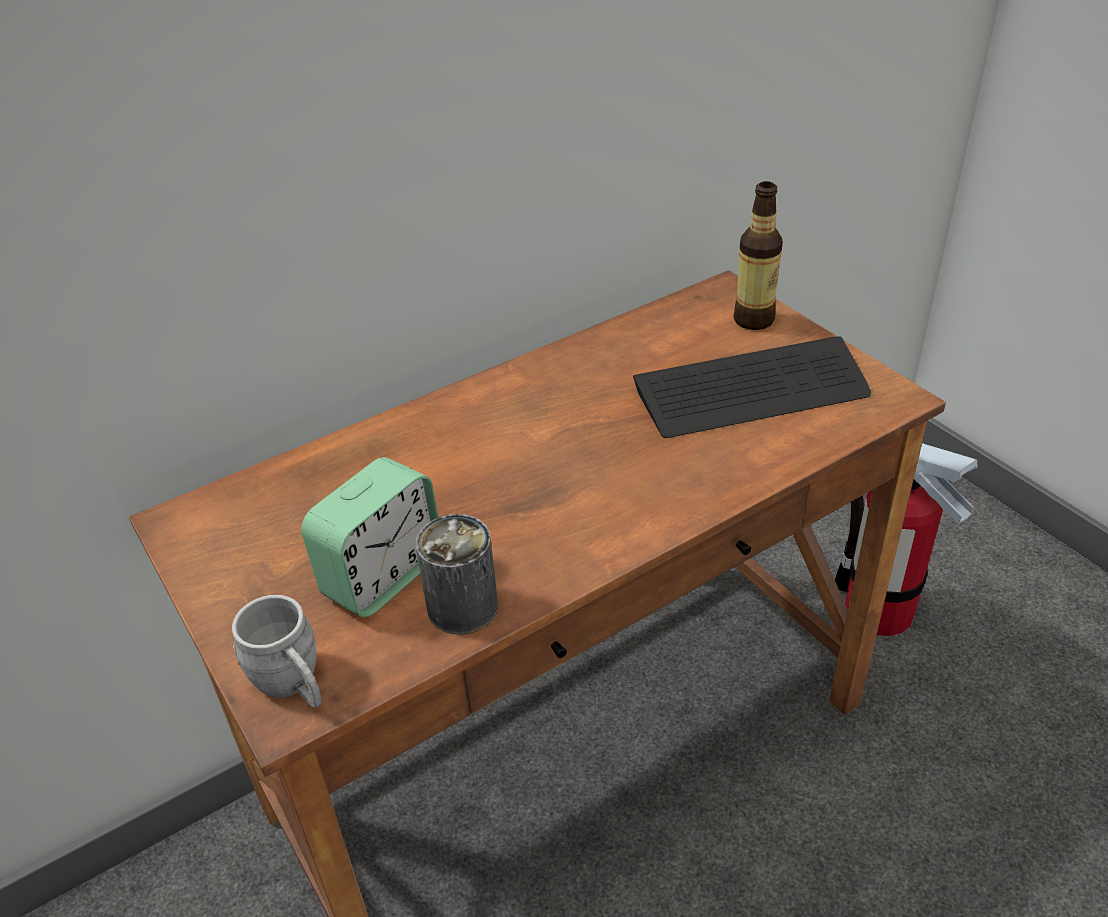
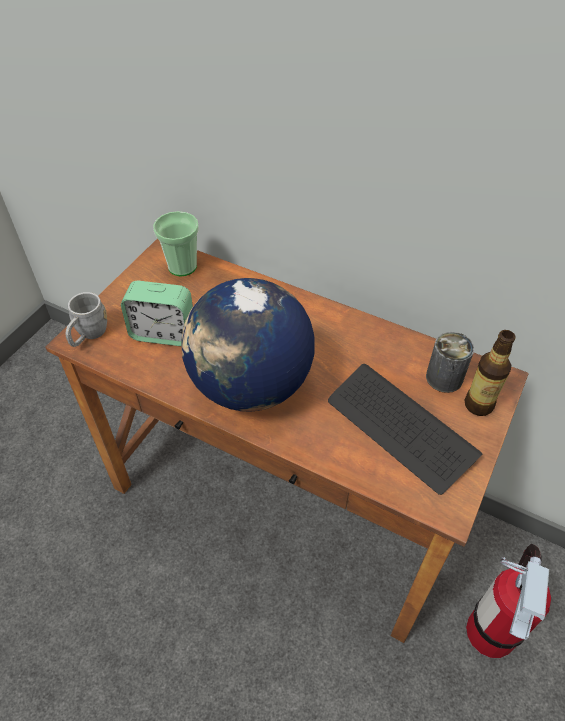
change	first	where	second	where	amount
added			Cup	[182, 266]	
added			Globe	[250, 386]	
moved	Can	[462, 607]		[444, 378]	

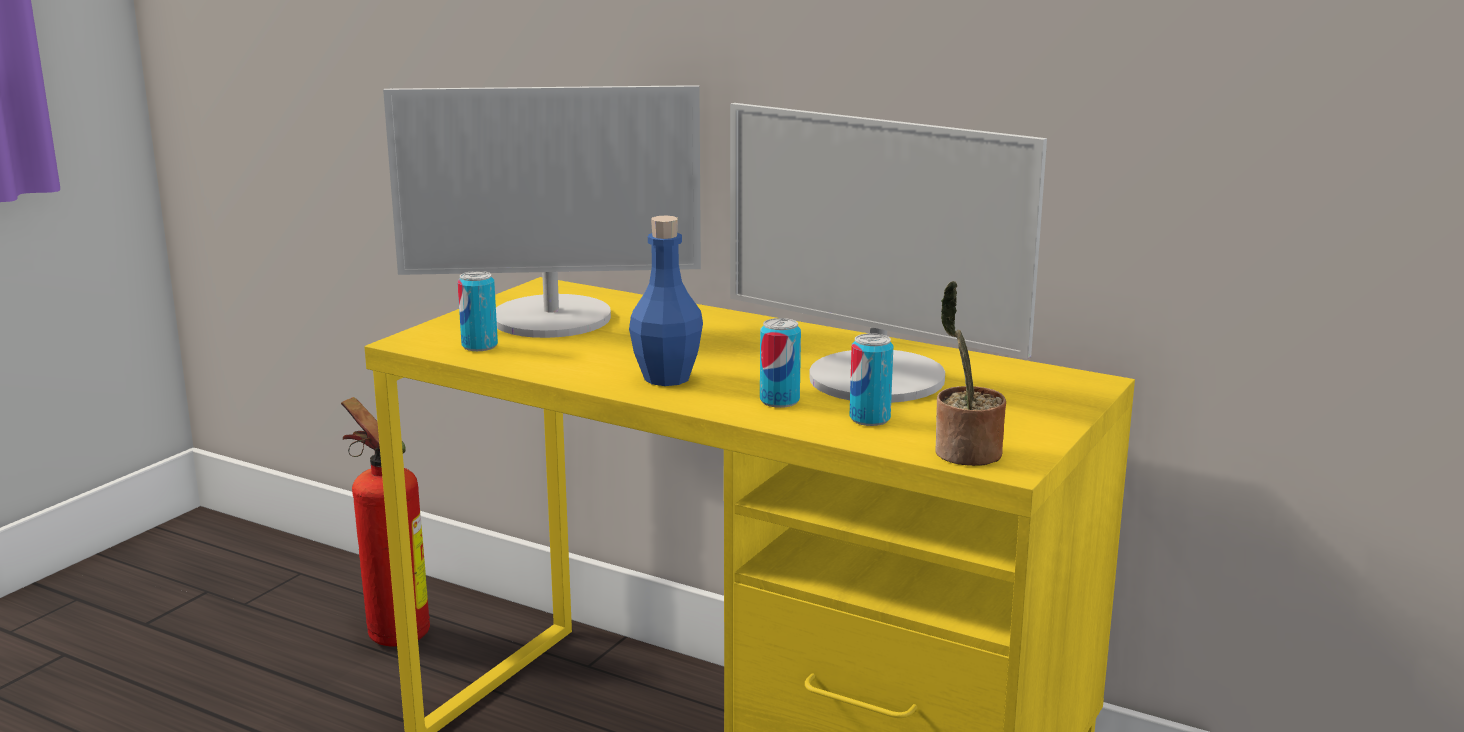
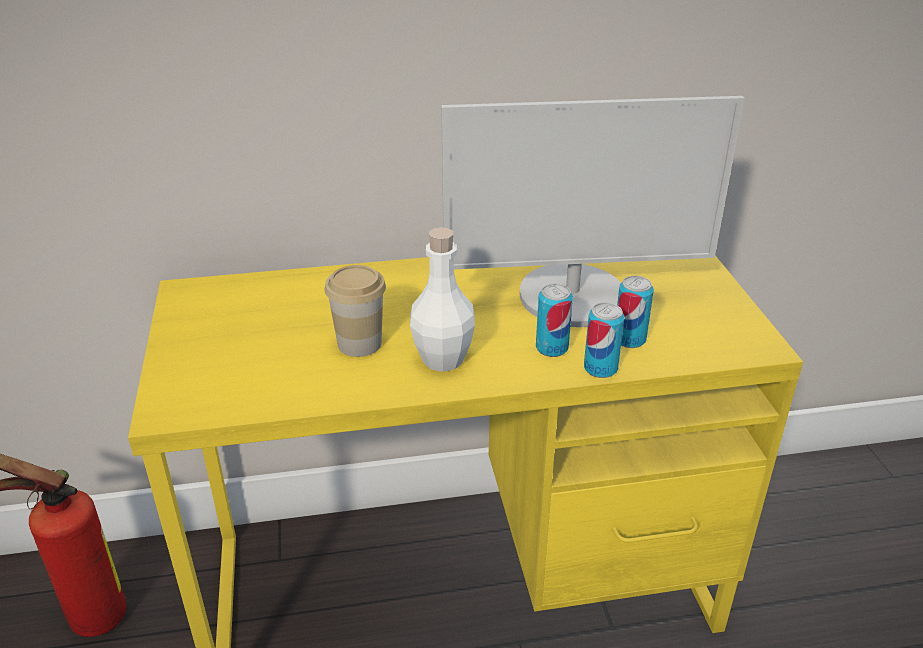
change	first	where	second	where	amount
removed	Monitor	[552, 319]			
removed	PottedPlant	[964, 454]			
added			Cup	[359, 343]	
moved	Can	[479, 346]		[600, 368]	
recoloured	BlueBottle	[667, 378]	WhiteBottle	[443, 359]	

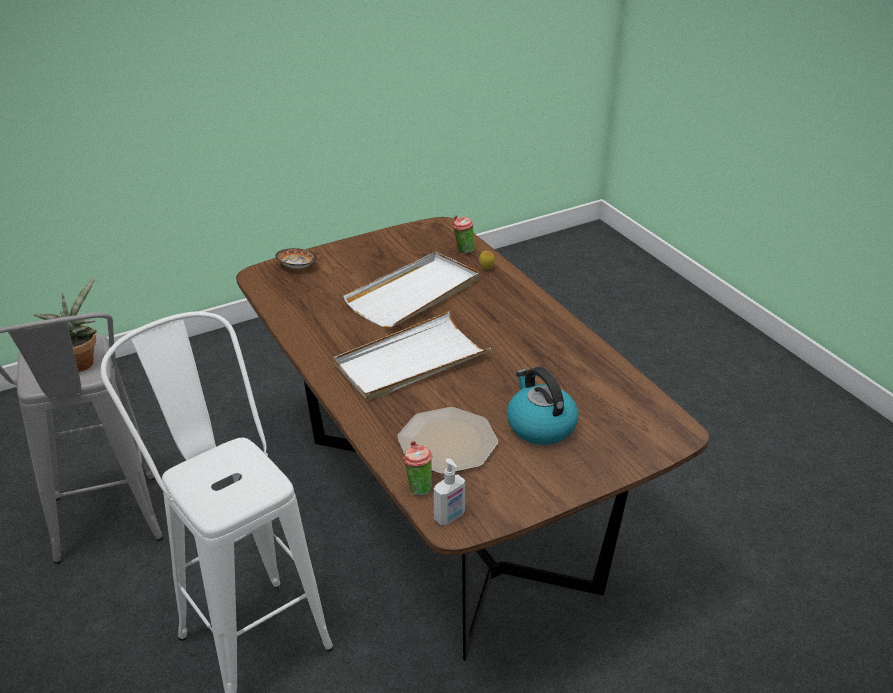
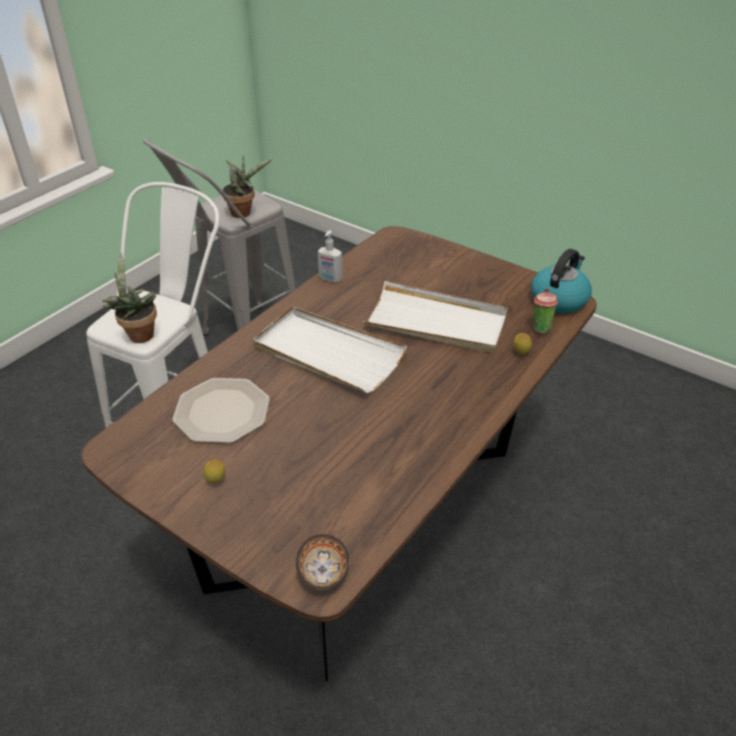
change	first	where	second	where	amount
removed	Cup	[418, 487]			
added			PottedPlant	[139, 334]	
added			Lemon	[216, 481]	
moved	Bowl	[297, 267]		[323, 571]	
moved	SoapDispenser	[450, 517]		[330, 279]	
moved	Kettle	[540, 425]		[559, 299]	

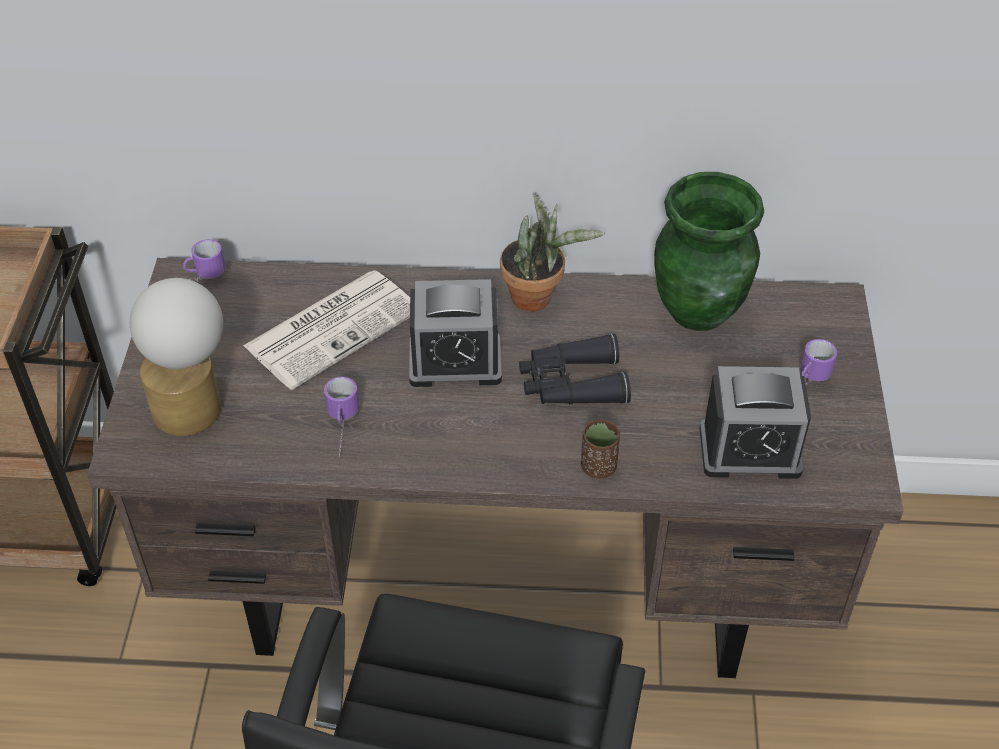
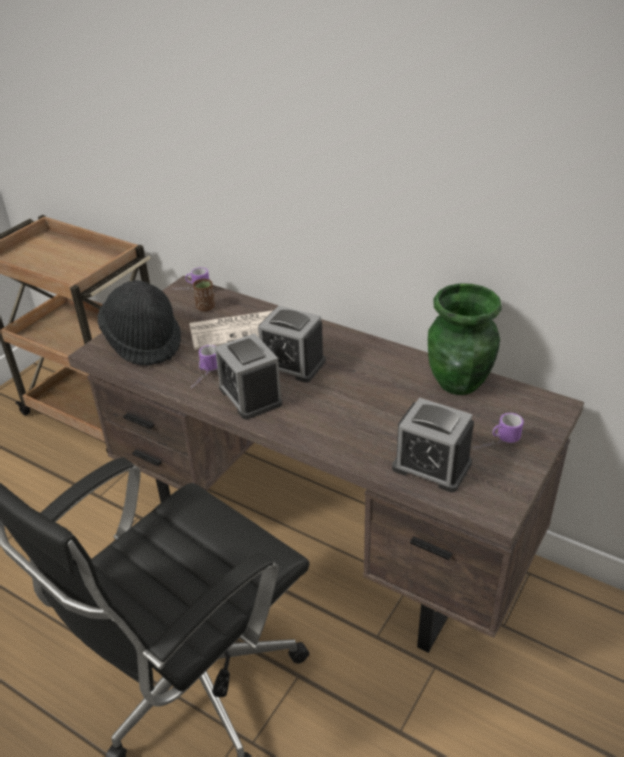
change	first	where	second	where	amount
removed	PottedPlant	[538, 298]			
removed	BlackBinoculars	[571, 383]			
added			AlarmClock	[250, 396]	
moved	BrownCup	[598, 466]		[205, 307]	
replaced	TableLamp	[194, 403]	BlackHat	[143, 341]	

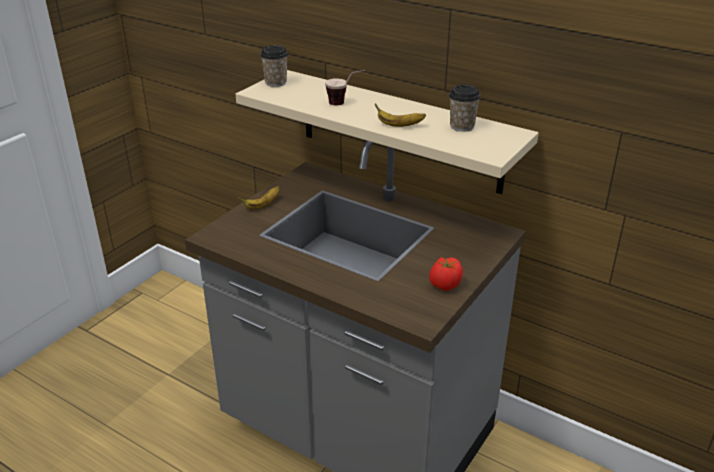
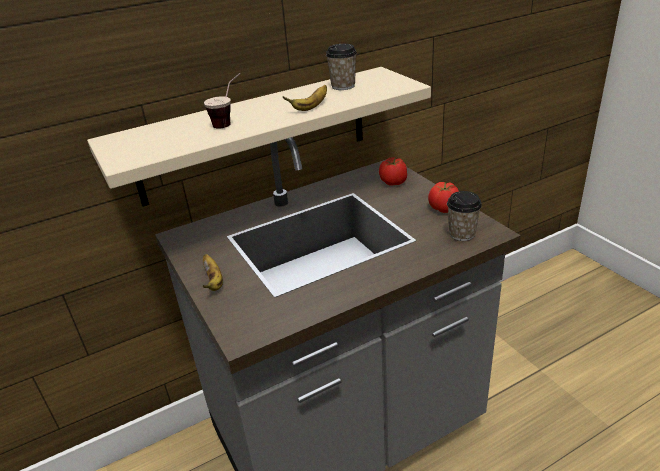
change	first	where	second	where	amount
added			Tomato	[393, 182]	
moved	Cup	[276, 83]		[462, 234]	

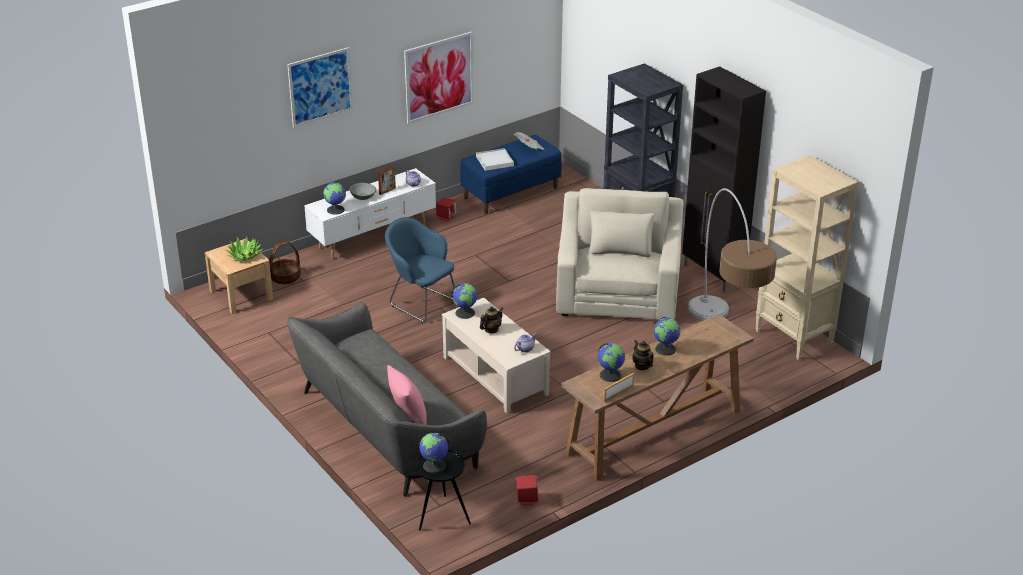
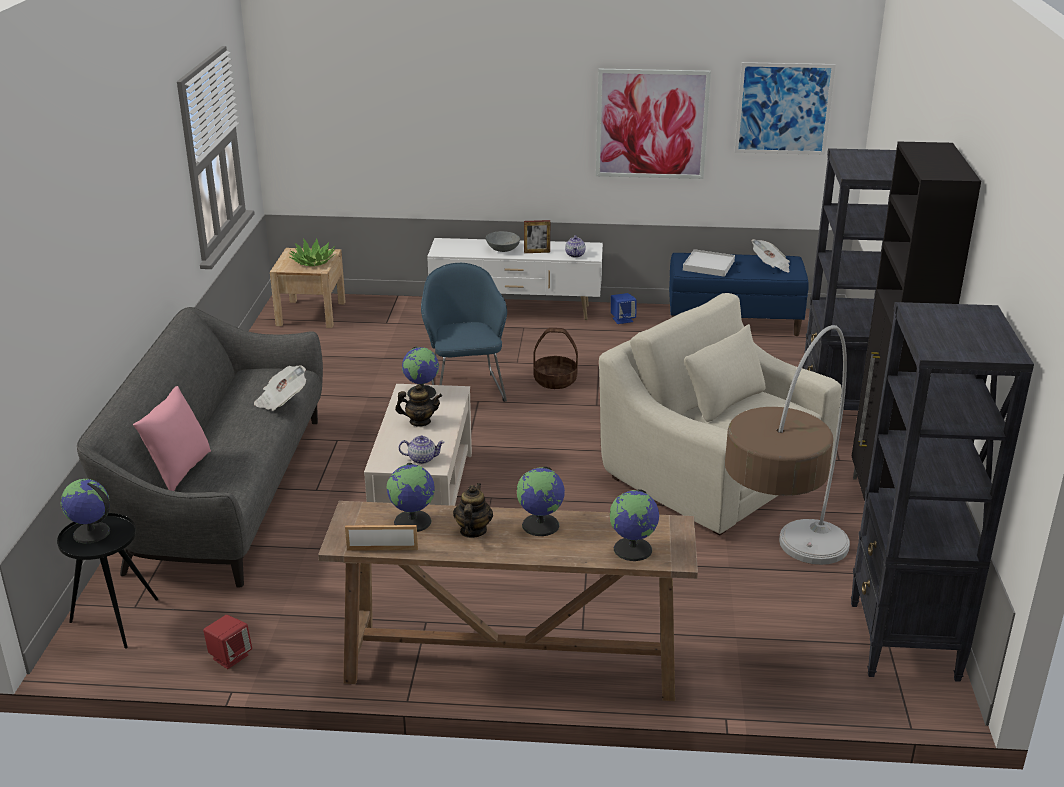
change	first	where	second	where	amount
added			Newspaper	[281, 401]	
moved	Basket	[285, 277]		[555, 380]	
moved	Picture	[320, 87]		[783, 108]	
moved	Globe	[336, 210]		[633, 549]	
recoloured	RedSpeaker	[446, 217]	BlueSpeaker	[622, 319]	
recoloured	BeigeBookcase	[794, 338]	BlackBookcase	[903, 642]	
turned	BeigeArmchair	[618, 292]		[713, 471]	90 degrees counterclockwise

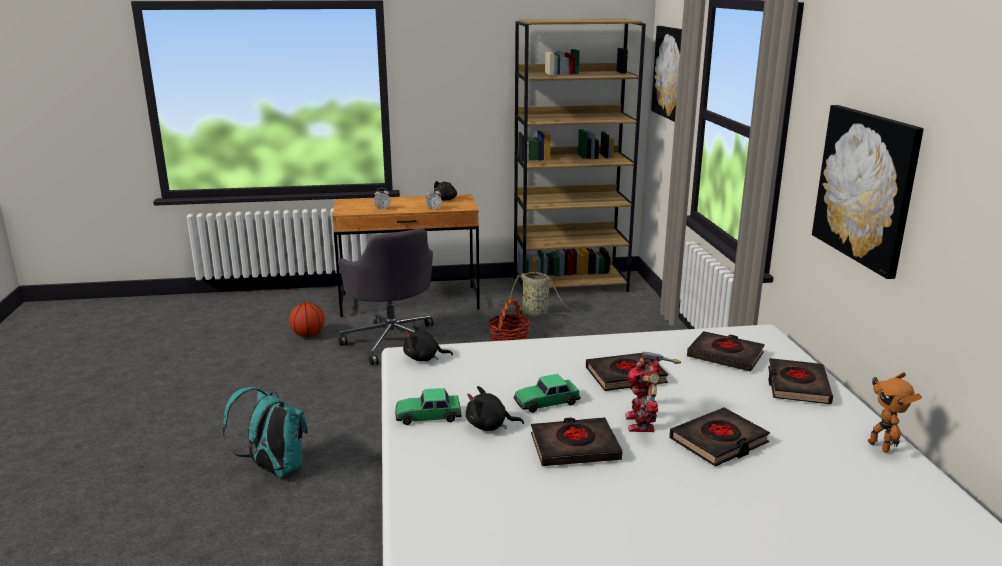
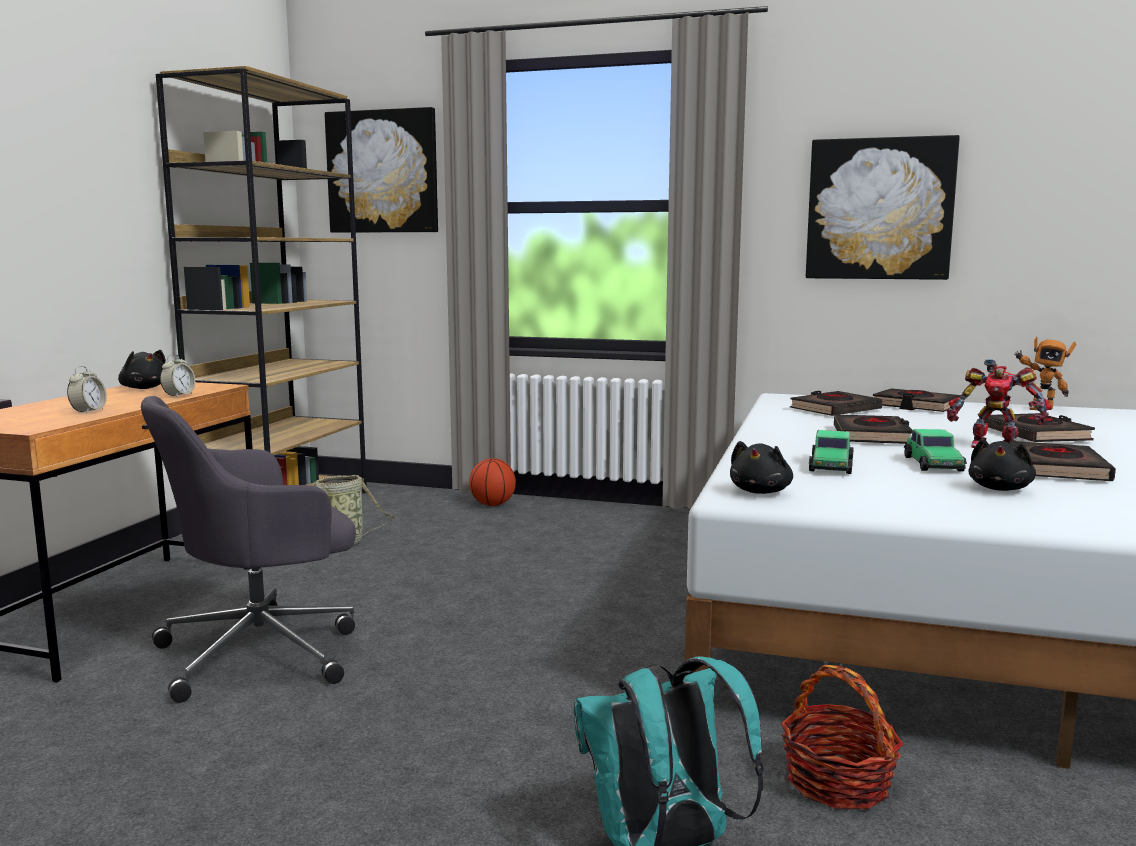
change	first	where	second	where	amount
moved	Basketball	[308, 335]		[492, 505]	
moved	ToyCar	[428, 416]		[831, 466]	
moved	Basket	[509, 340]		[838, 782]	
turned	GreyOfficeChair	[392, 341]		[264, 651]	150 degrees clockwise

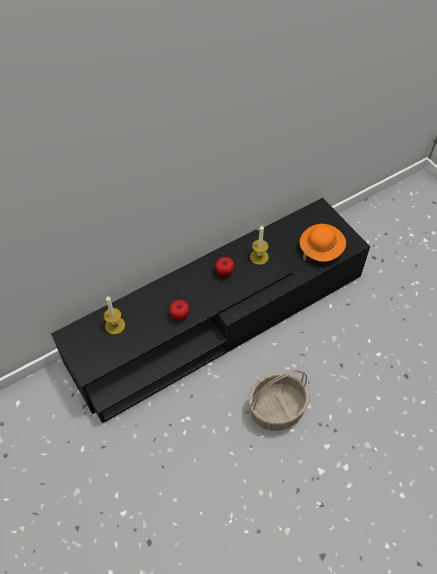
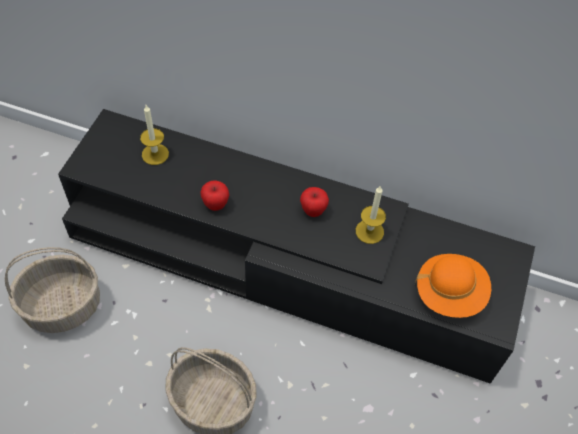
change	first	where	second	where	amount
added			Basket	[63, 305]	

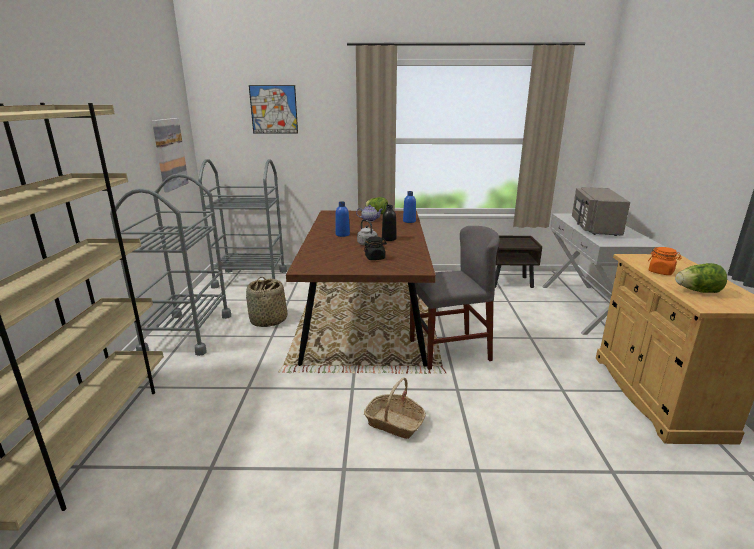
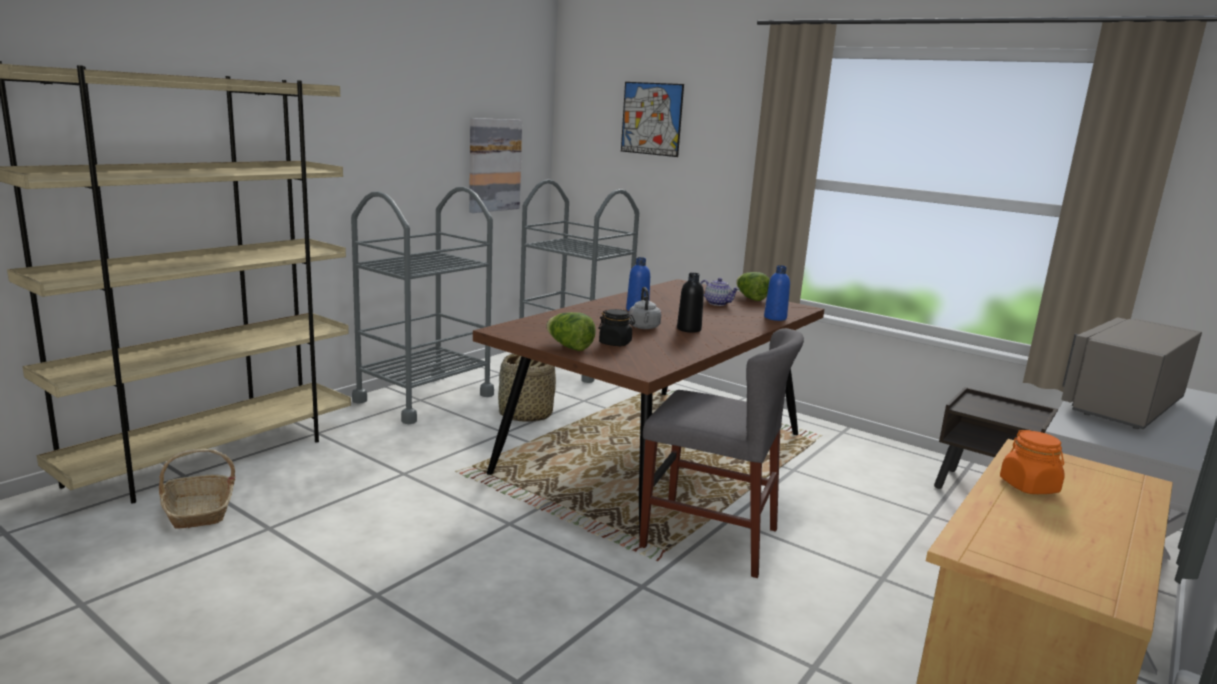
change	first	where	second	where	amount
moved	Basket	[394, 423]		[198, 511]	
moved	Lettuce	[697, 291]		[569, 347]	

